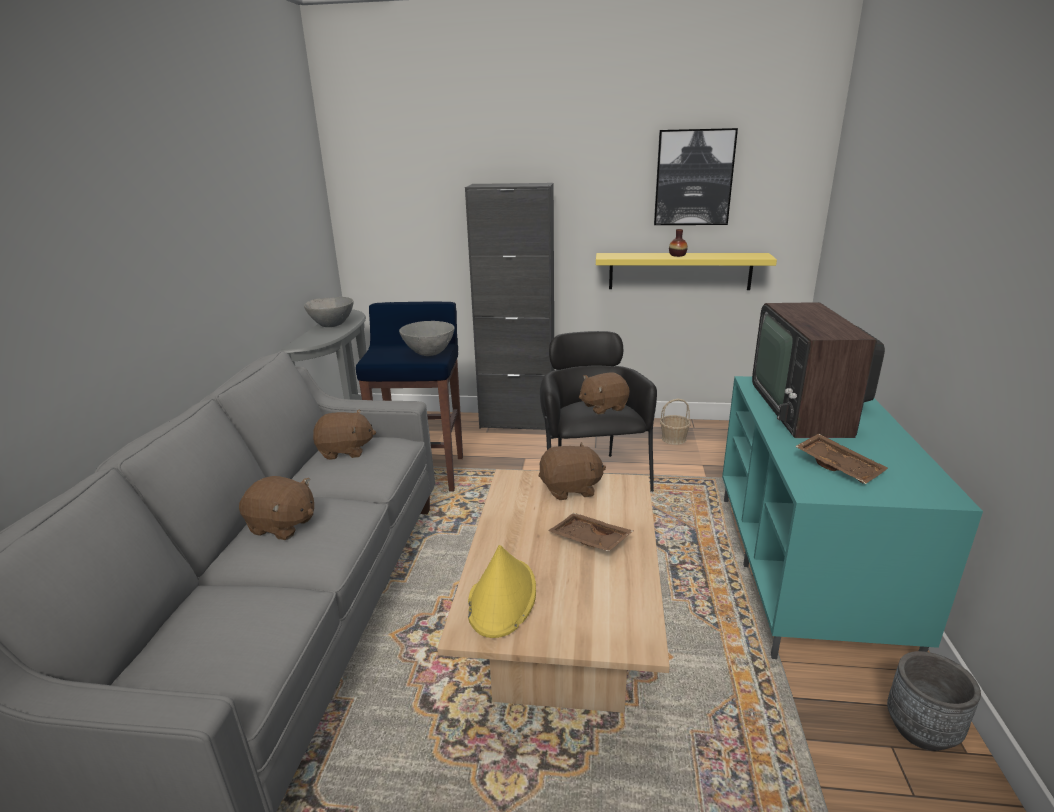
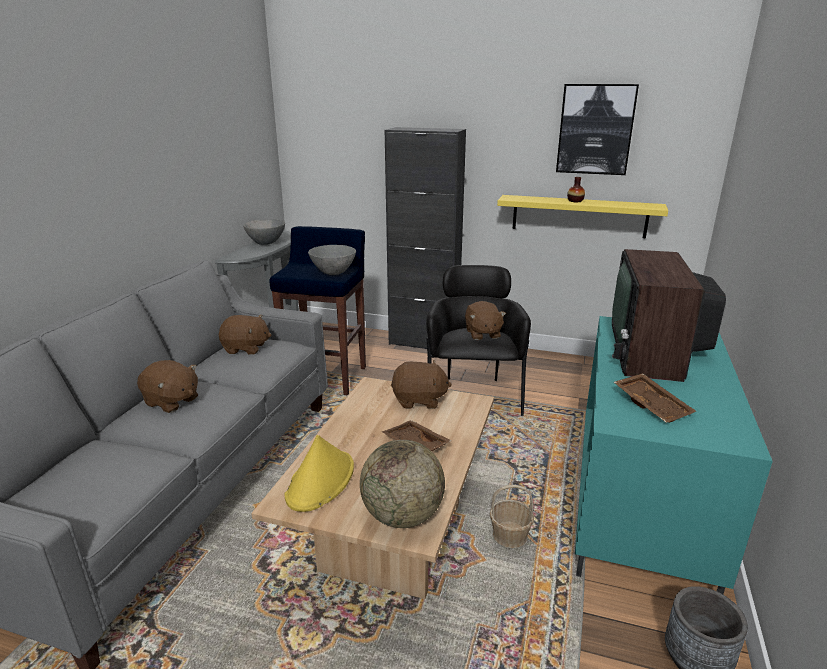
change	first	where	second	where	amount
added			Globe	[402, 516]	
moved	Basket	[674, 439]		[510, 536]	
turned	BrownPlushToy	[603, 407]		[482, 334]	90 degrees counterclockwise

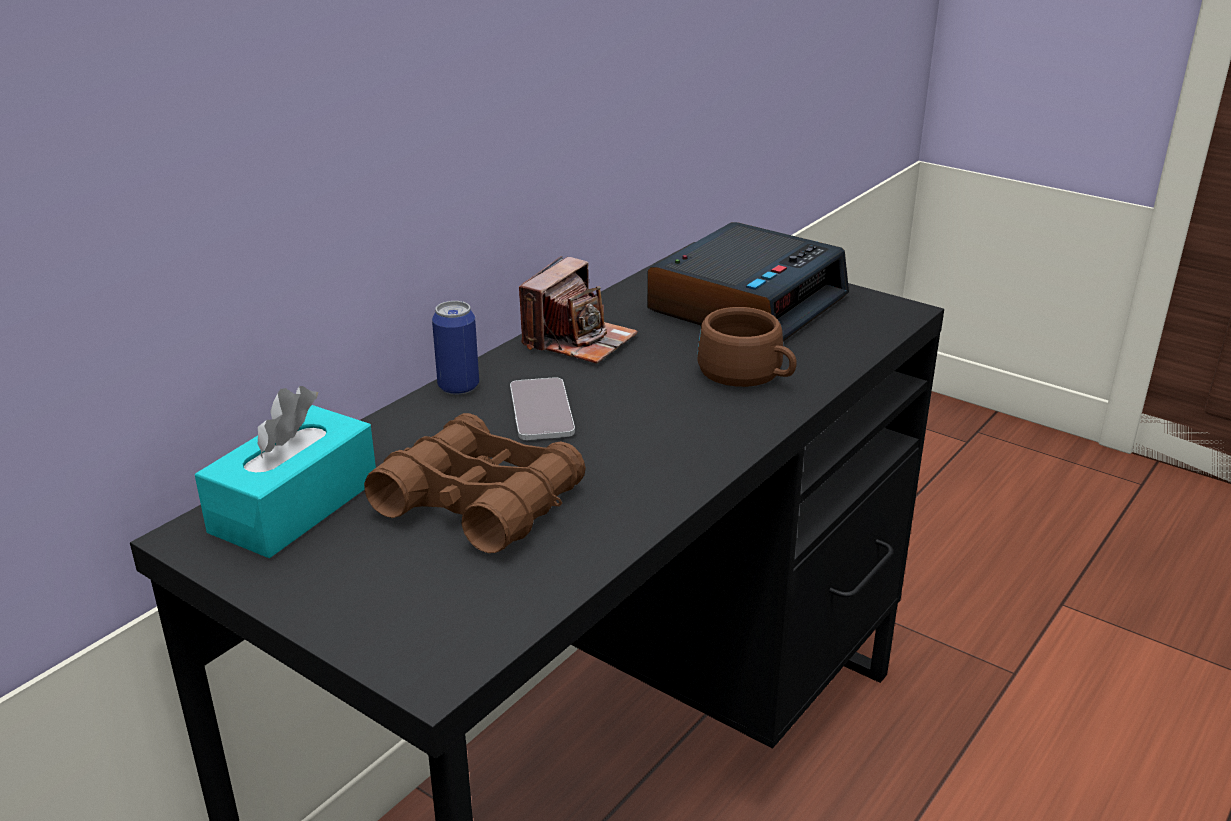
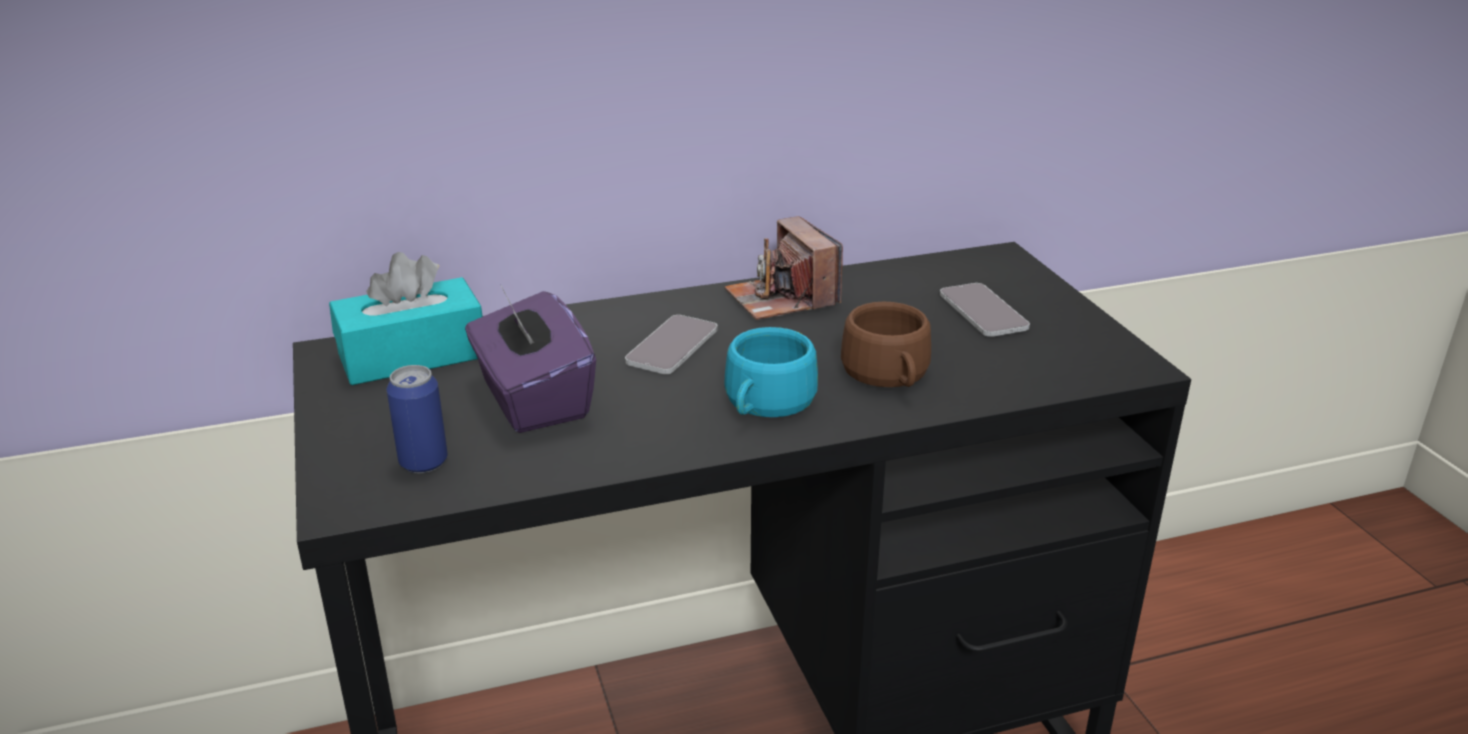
change	first	where	second	where	amount
added			TurquoiseCup	[765, 404]	
moved	Can	[458, 386]		[423, 462]	
replaced	BrownBinoculars	[479, 502]	PurpleTissueBox	[532, 399]	
replaced	AlarmClock	[747, 303]	Phone	[983, 312]	
turned	PhotoCamera	[578, 340]		[781, 299]	90 degrees clockwise

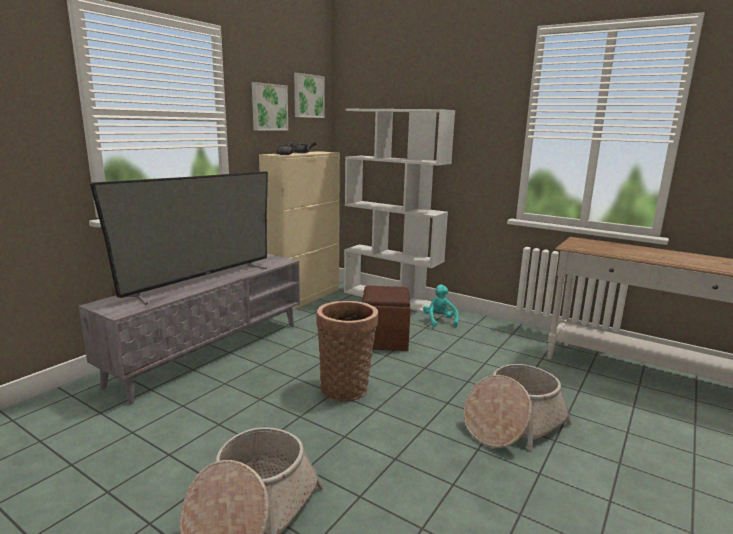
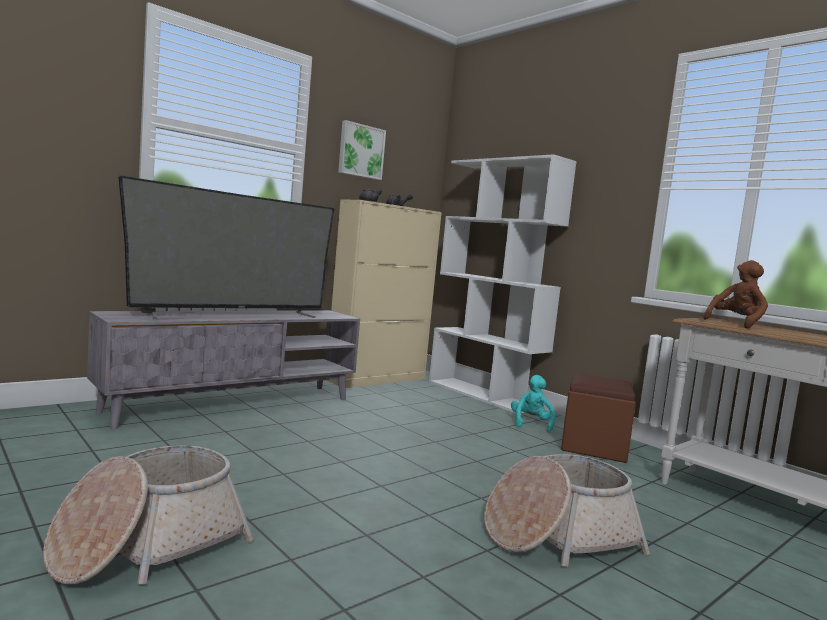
change	first	where	second	where	amount
removed	Picture	[308, 96]			
removed	Basket	[346, 387]			
added			BrownPlushToy	[735, 324]	
moved	BrownOttoman	[384, 340]		[593, 447]	

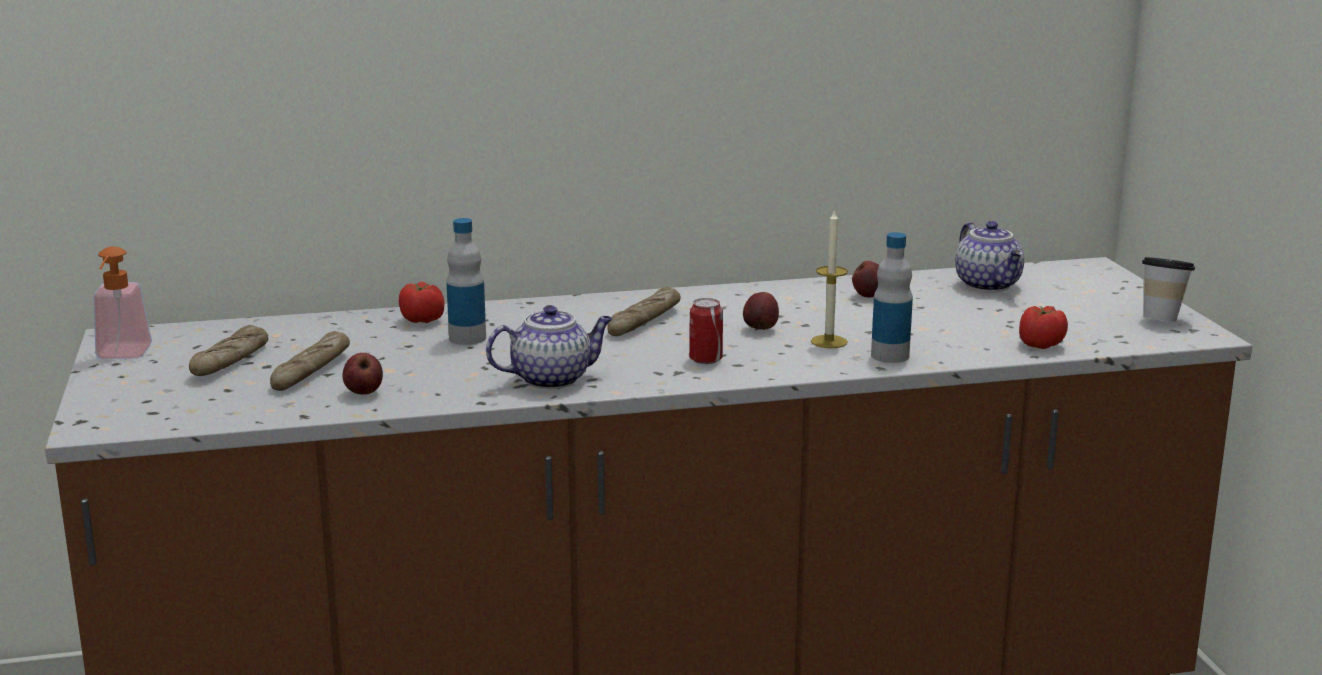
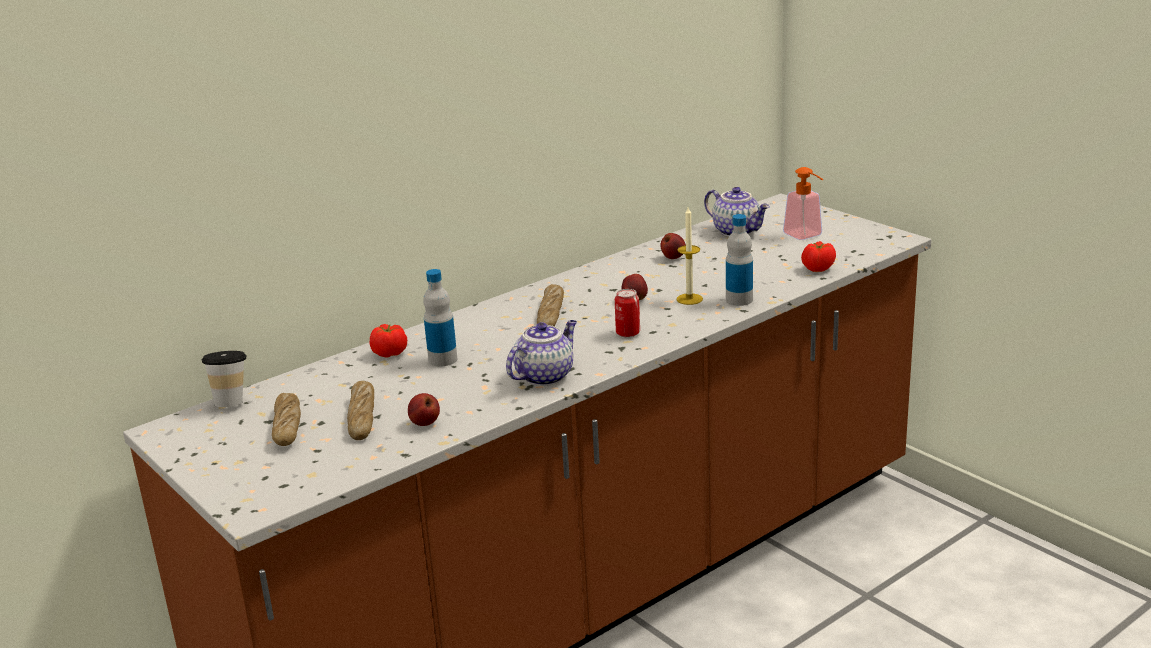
change	first	where	second	where	amount
moved	SoapDispenser	[122, 356]		[806, 236]	
moved	Cup	[1161, 319]		[231, 401]	

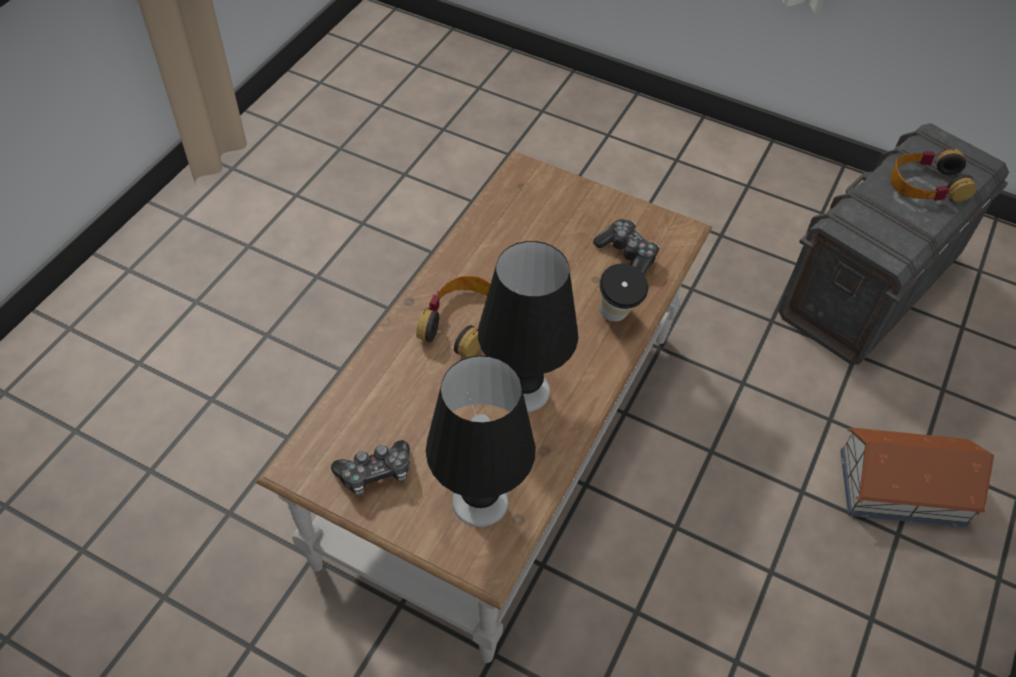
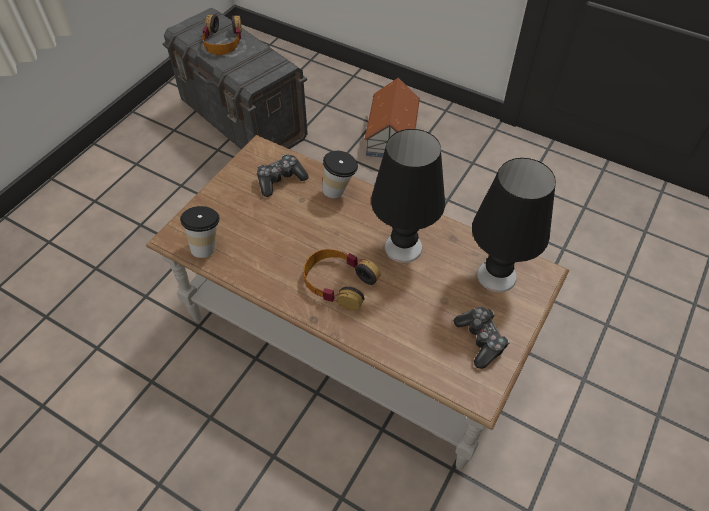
change	first	where	second	where	amount
added			Cup	[207, 246]	

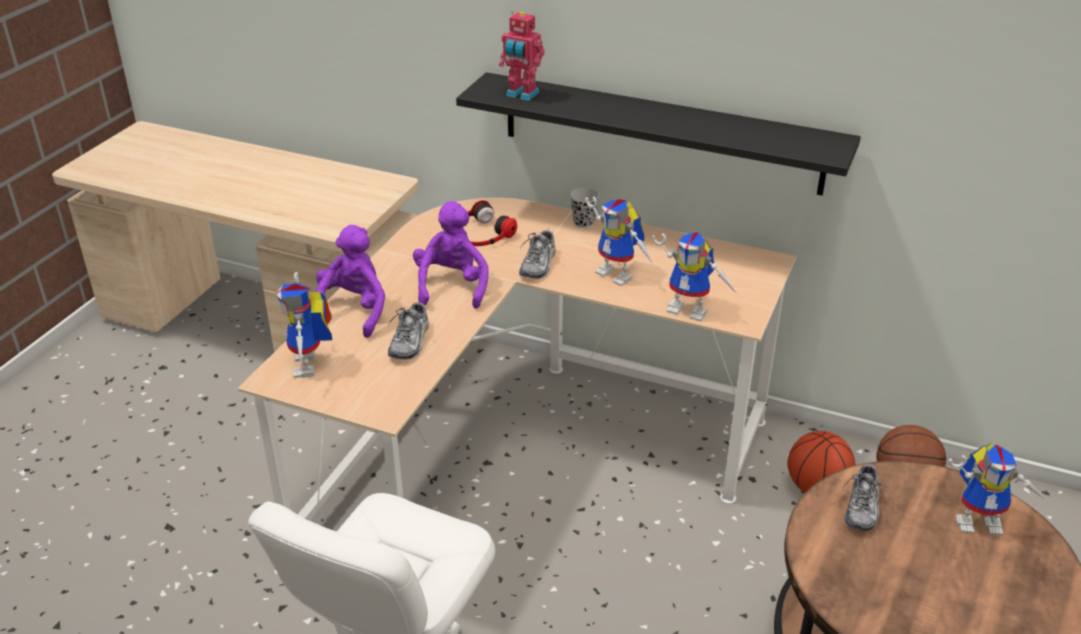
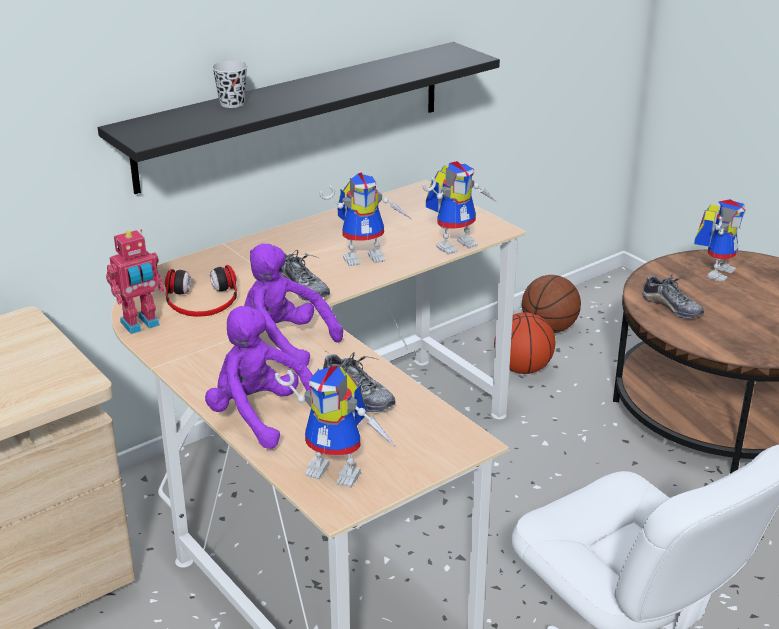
change	first	where	second	where	amount
moved	ToyRobot	[521, 95]		[141, 325]	
moved	BlackCup	[583, 222]		[232, 103]	

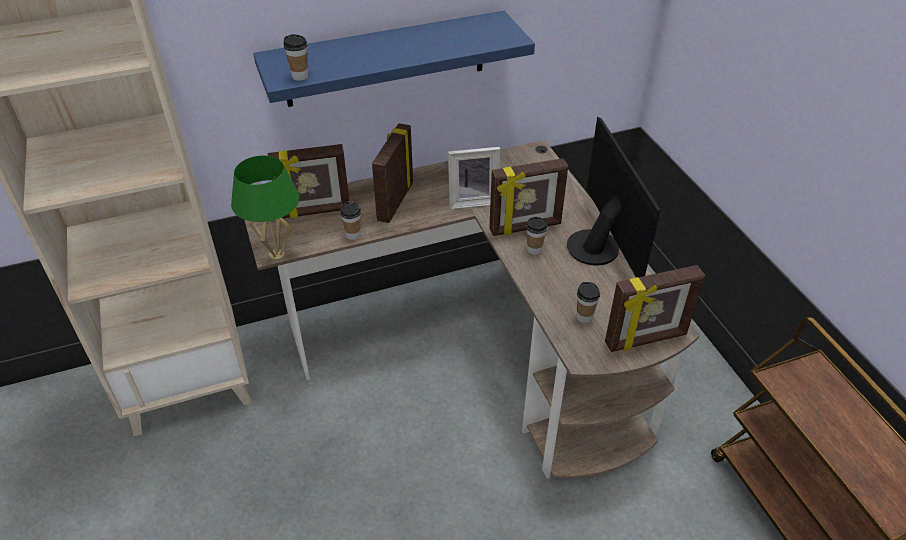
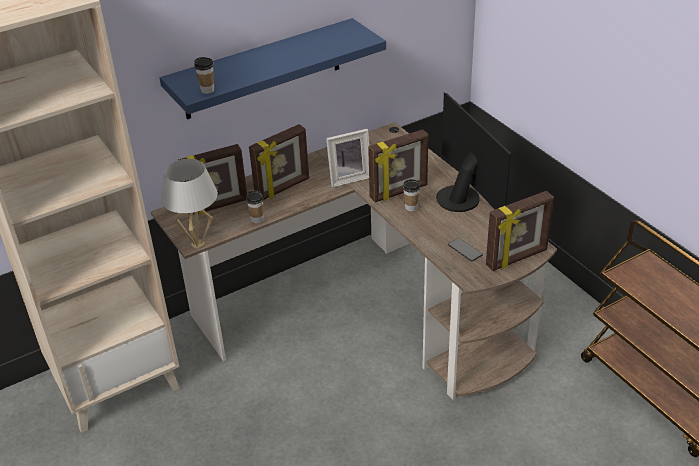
change	first	where	second	where	amount
replaced	Cup	[584, 317]	Phone	[465, 250]	
recoloured	GreenTableLamp	[277, 255]	WhiteTableLamp	[198, 245]	
turned	PictureFrame	[394, 201]		[283, 188]	135 degrees counterclockwise

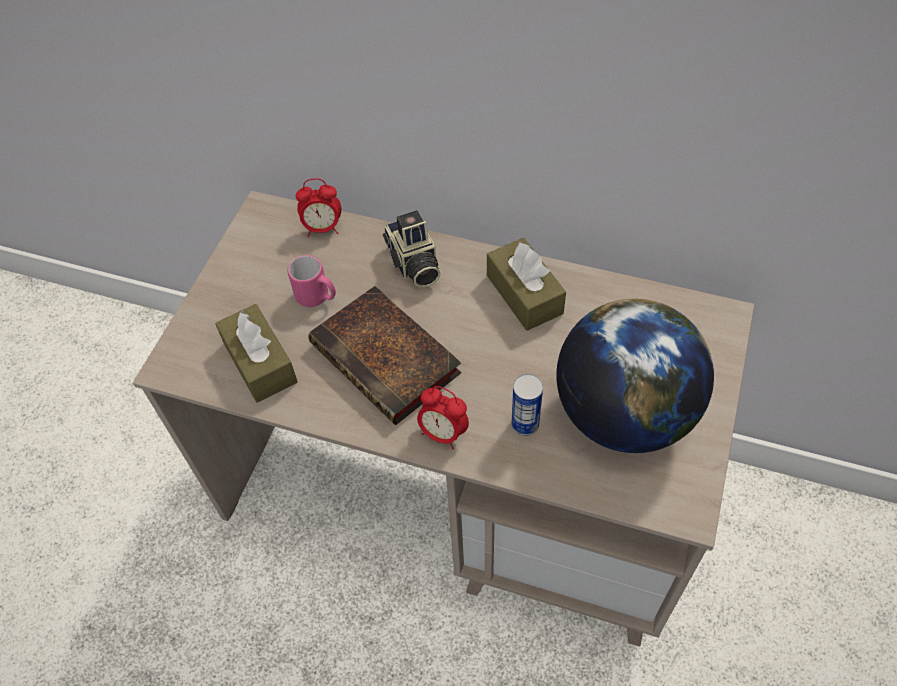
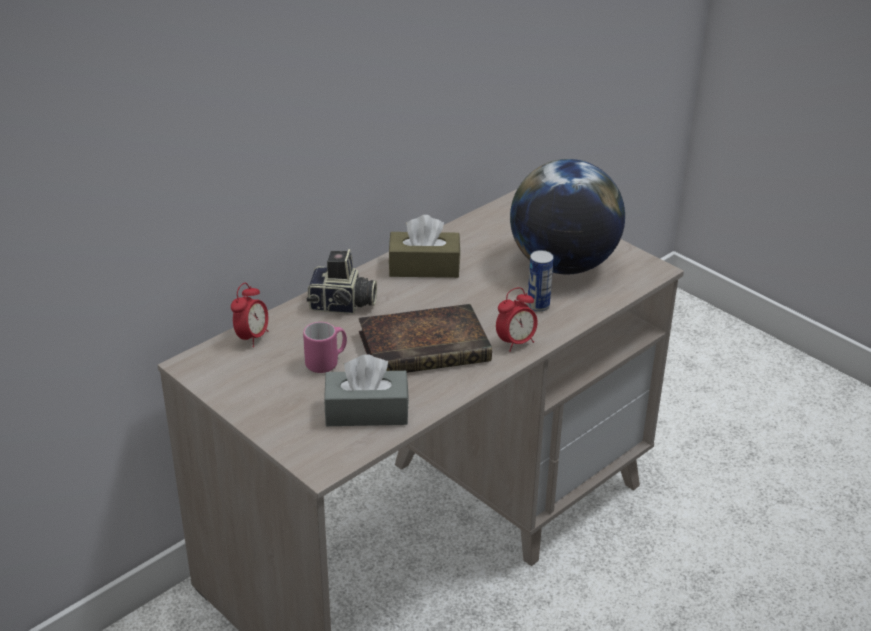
change	first	where	second	where	amount
recoloured	BrownTissueBox	[260, 362]	GreyTissueBox	[366, 412]	

